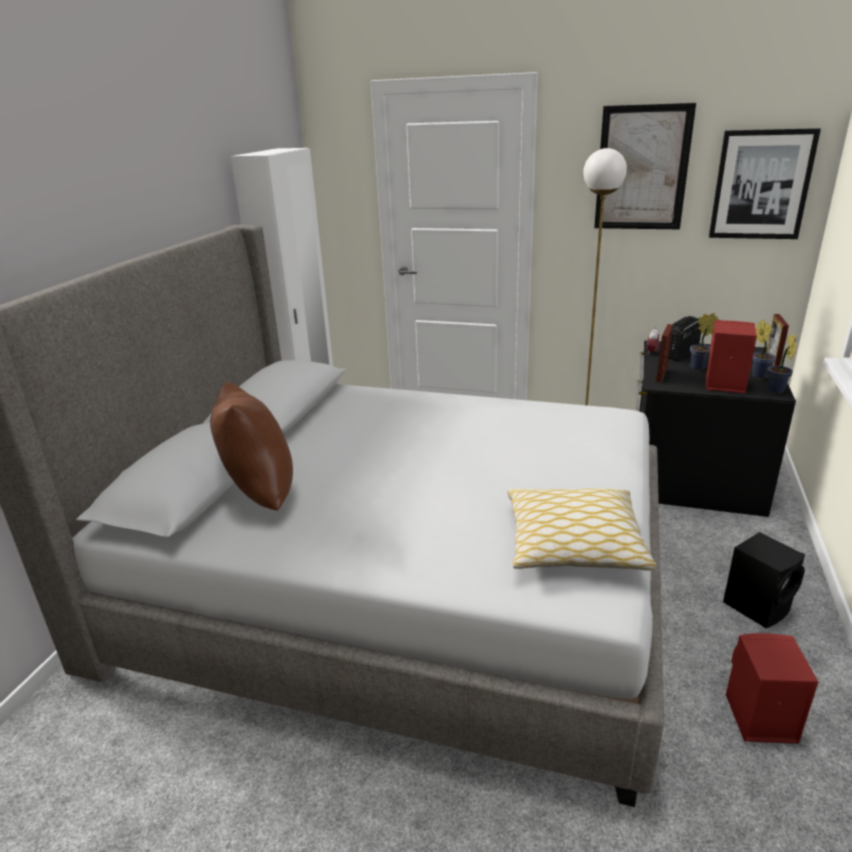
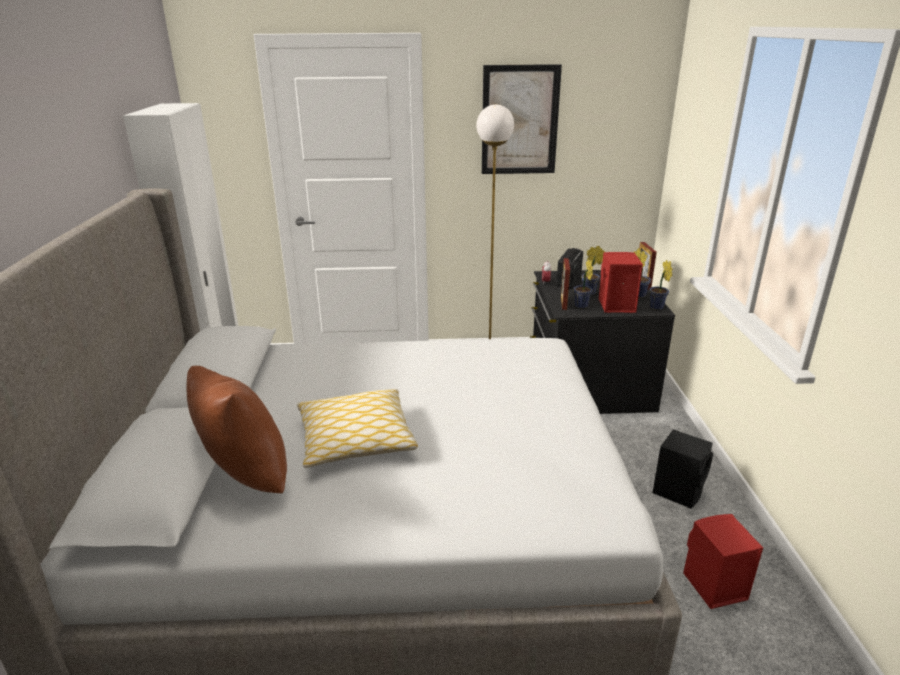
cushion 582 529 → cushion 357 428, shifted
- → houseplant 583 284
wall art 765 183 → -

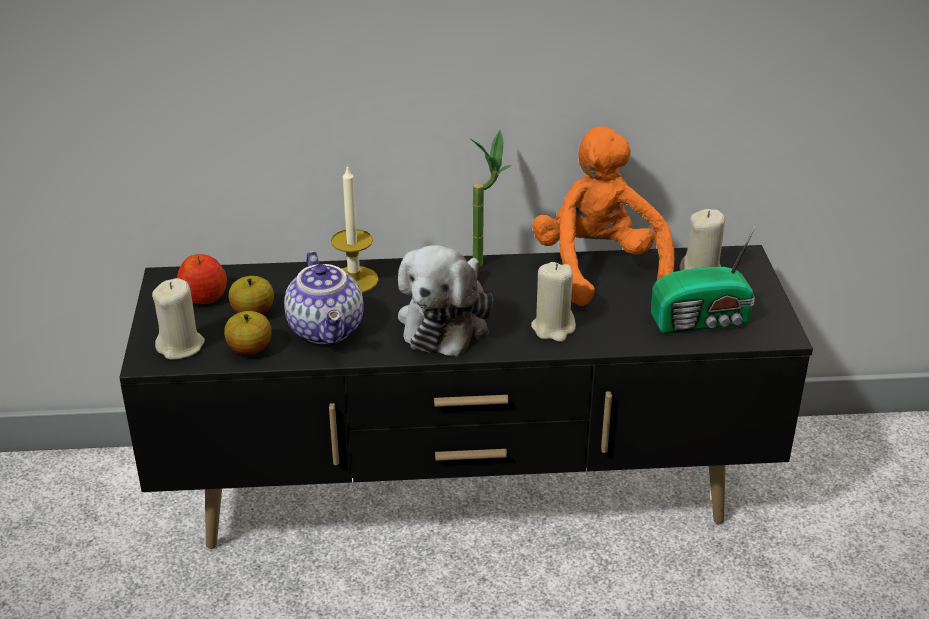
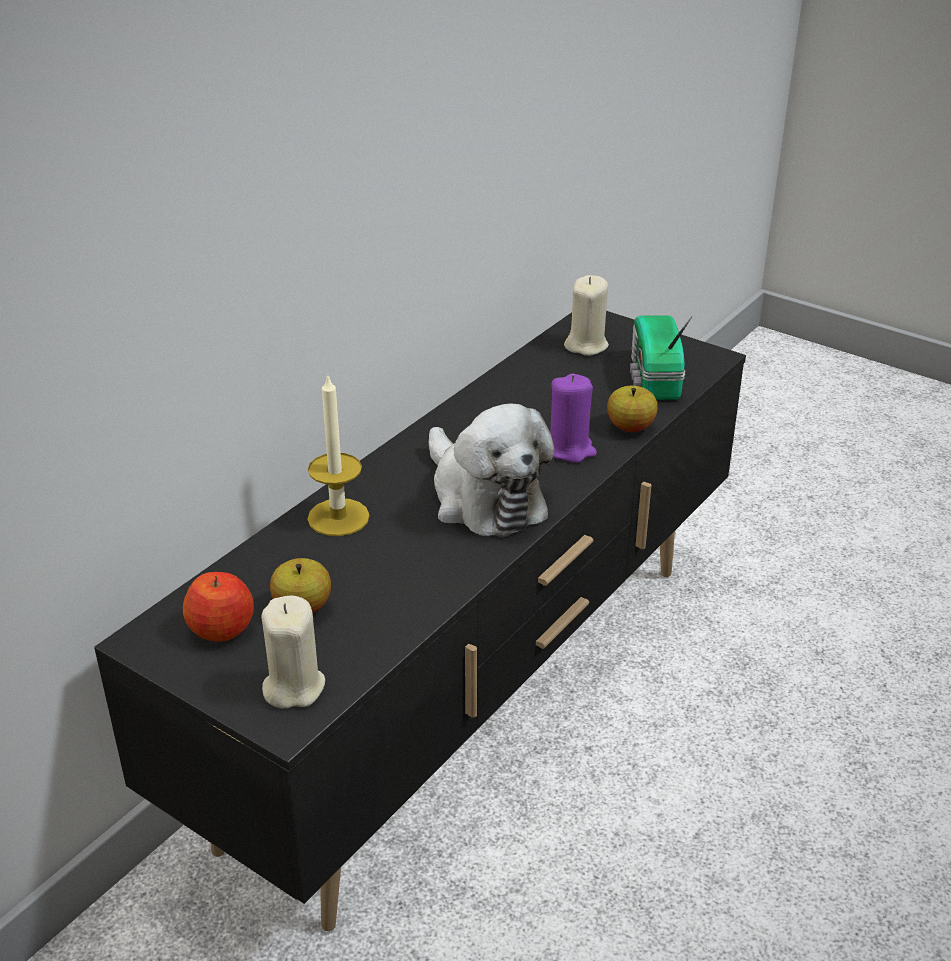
beige wax candle 553 302 → purple wax candle 573 418
apple 248 333 → apple 632 409, shifted
radio receiver 703 279 → radio receiver 661 357, 150 degrees clockwise
tea pot 324 298 → -
houseplant 491 198 → -
orange-coloured soft toy 603 216 → -

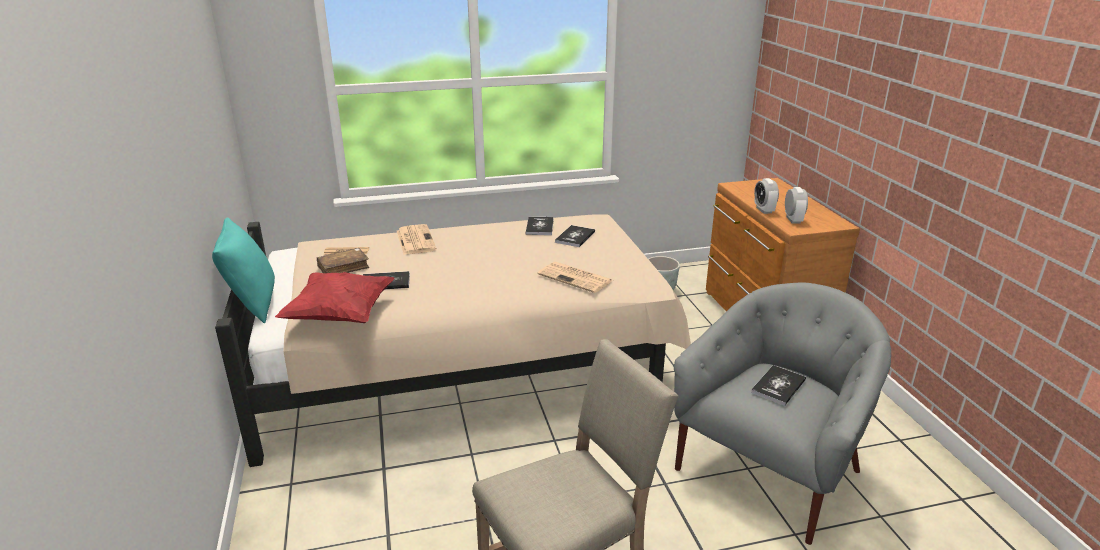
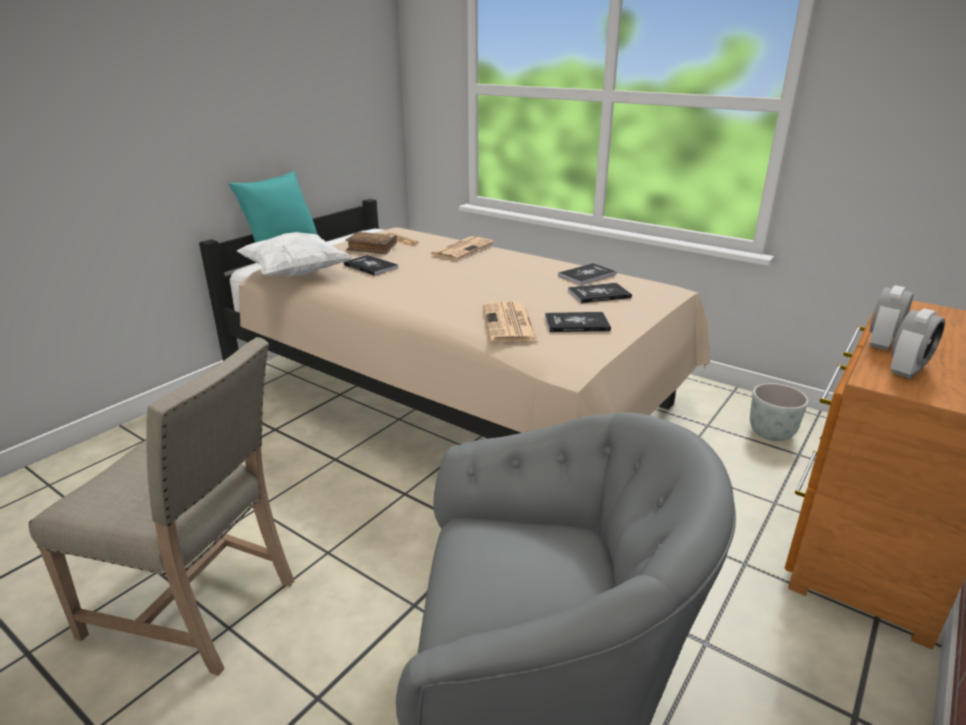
red-coloured cushion 335 297 → whitish cushion 294 254
book 778 385 → book 578 322, shifted

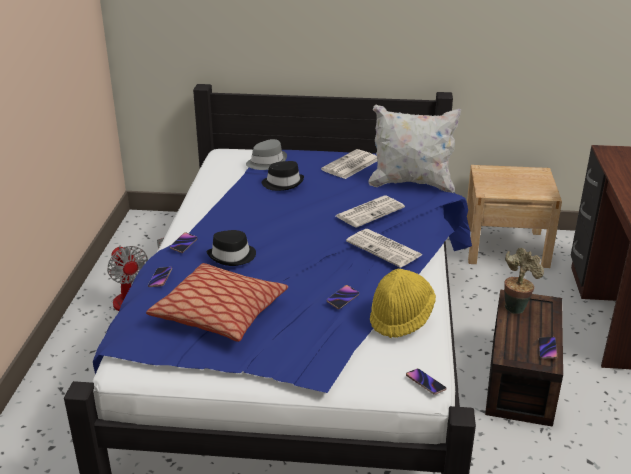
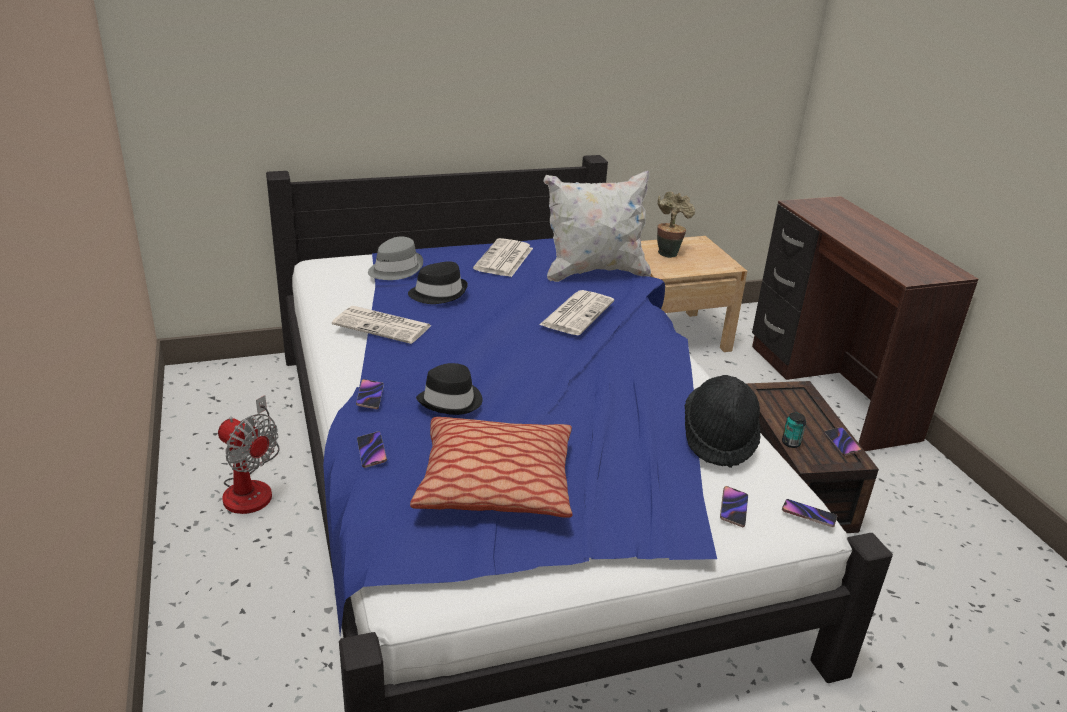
daily paper 384 248 → daily paper 382 325, shifted
houseplant 524 281 → houseplant 676 224, shifted
yellow-coloured hat 403 303 → blackish hat 722 421
telephone 342 297 → telephone 734 506, shifted
- → can 794 430

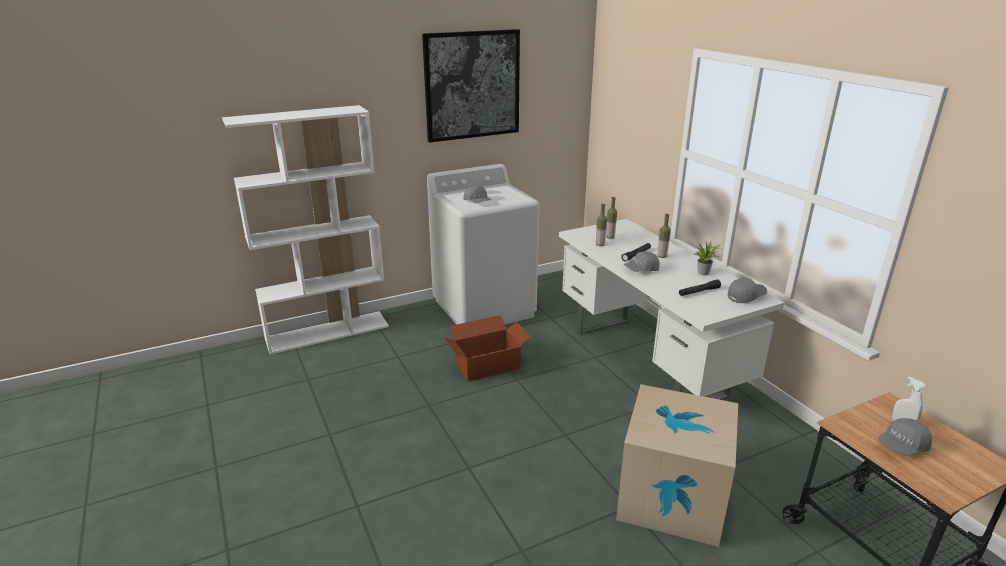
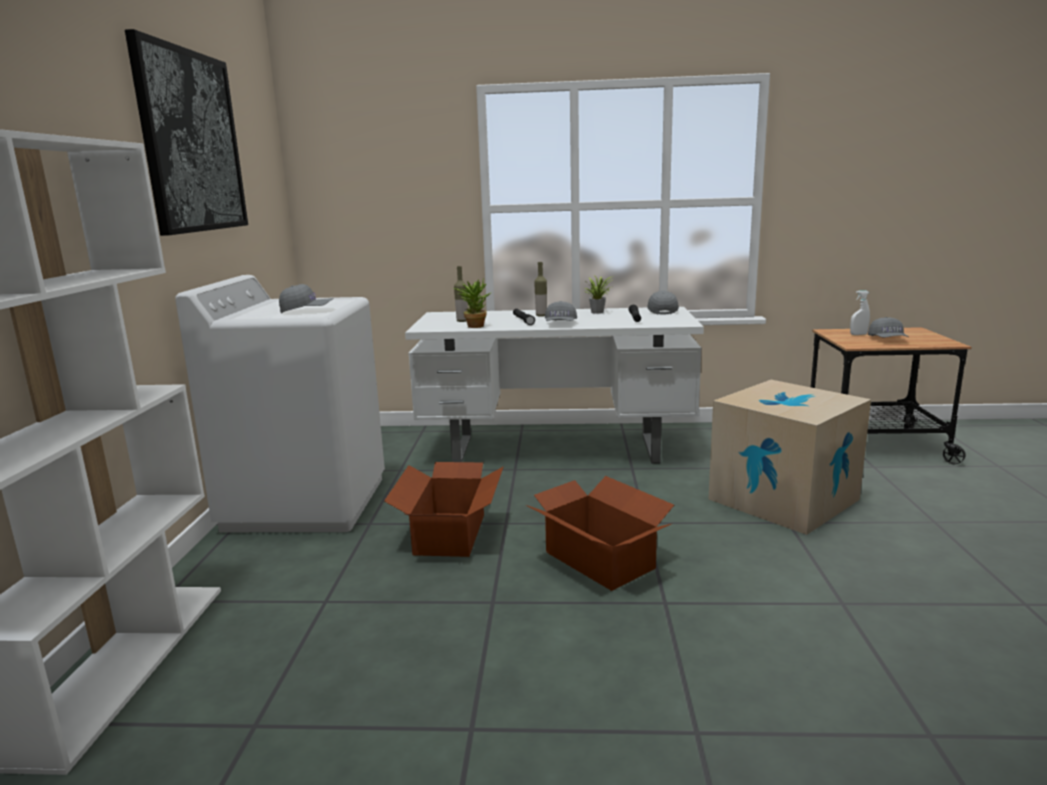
bottle 601 225 → houseplant 471 302
- → carton 600 533

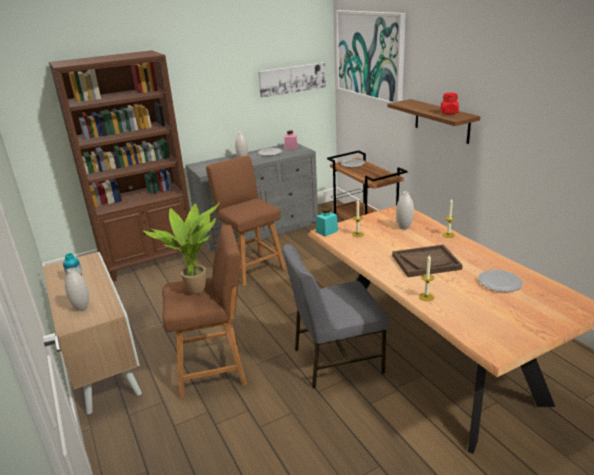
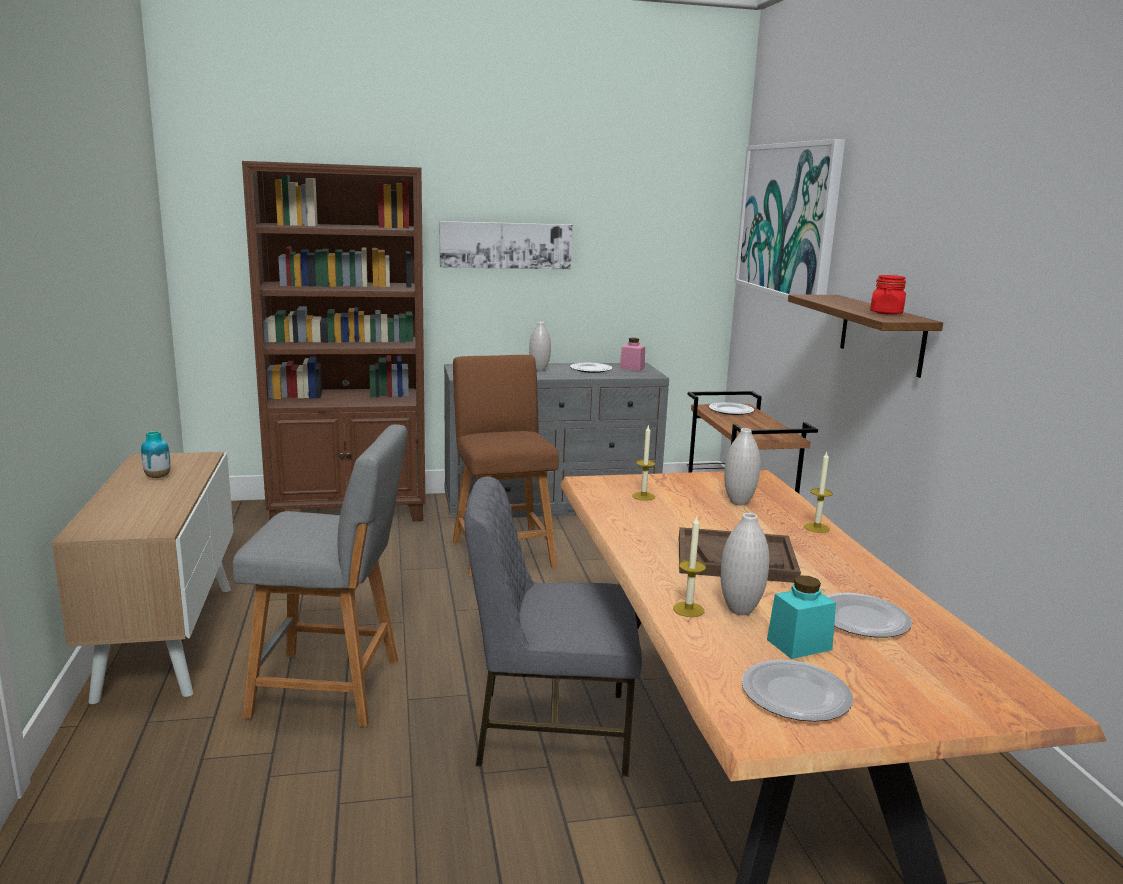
brown-coloured stool 204 311 → greyish stool 320 575
wall art 292 80 → wall art 506 245, shifted
whitish vase 77 289 → whitish vase 745 564, shifted
- → dinner plate 797 691
turquoise-coloured jar 327 222 → turquoise-coloured jar 801 617, shifted
houseplant 181 248 → -

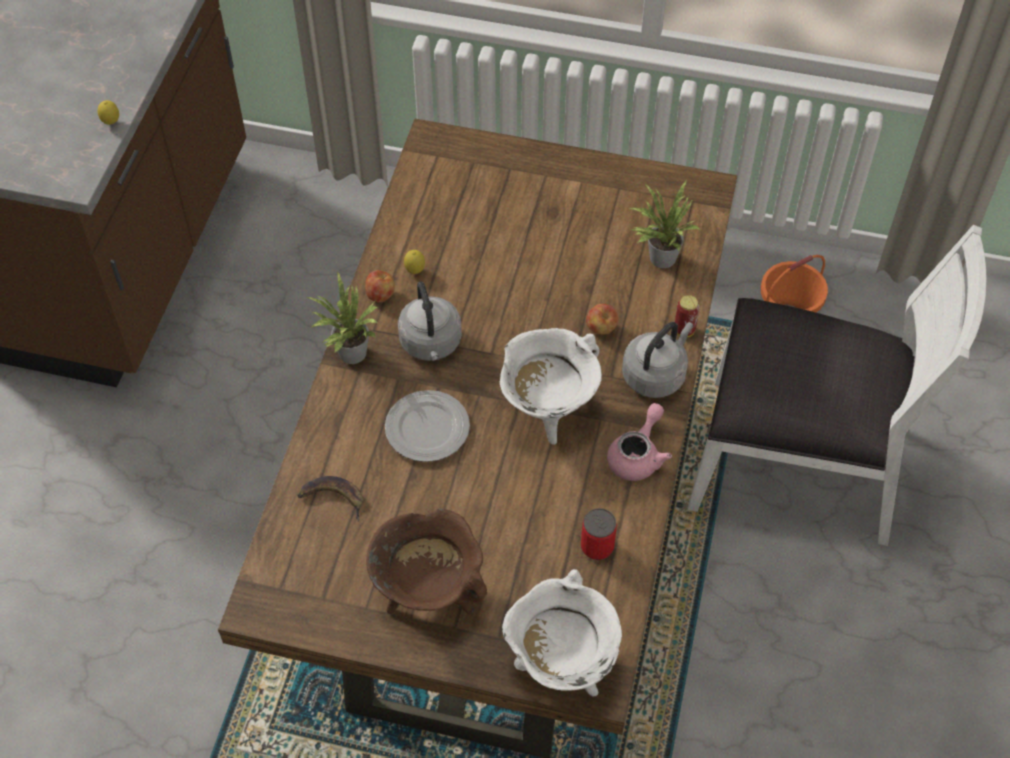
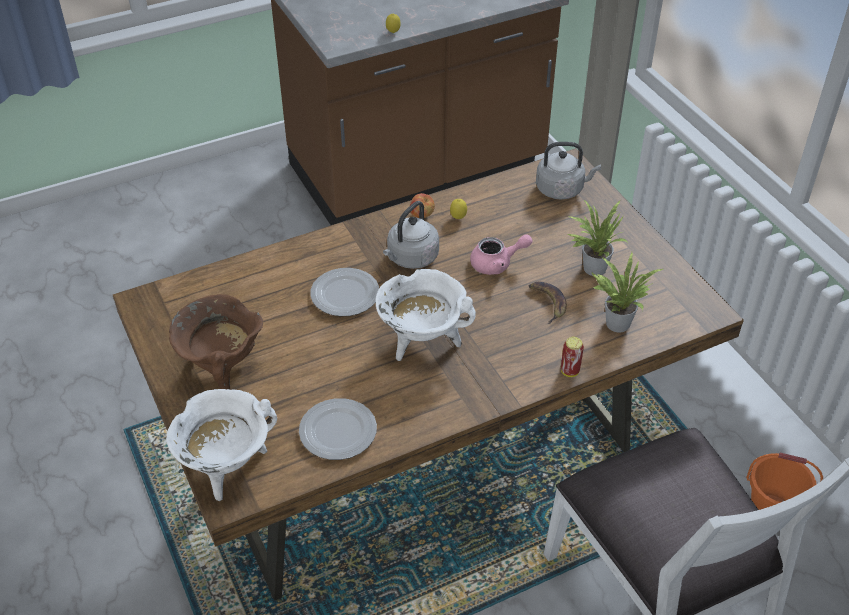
can 599 534 → dinner plate 338 429
pinkish tea pot 639 442 → pinkish tea pot 501 254, shifted
banana fruit 330 498 → banana fruit 547 303, shifted
greyish tea kettle 657 360 → greyish tea kettle 568 170, shifted
houseplant 342 317 → houseplant 597 238, shifted
apple 602 319 → -

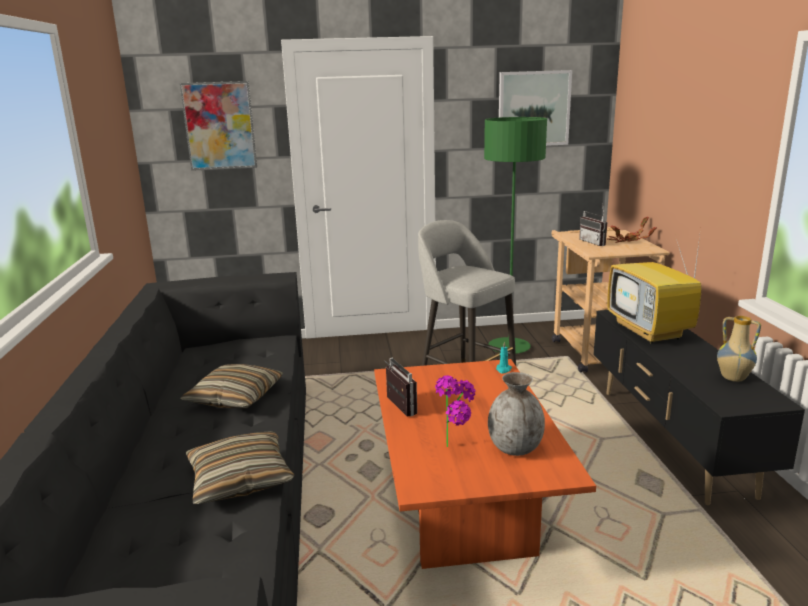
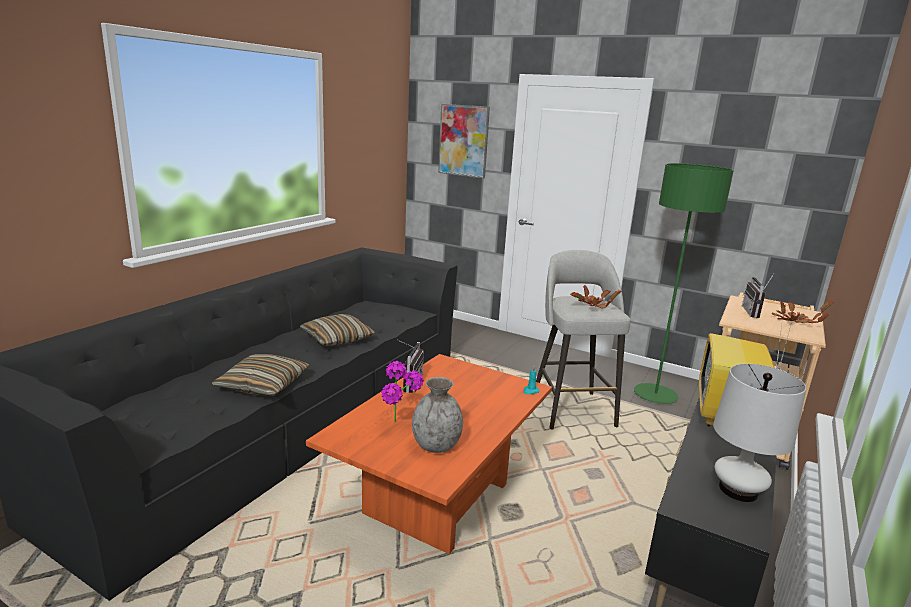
- → houseplant 595 296
vase 739 349 → whitish tabletop lamp 759 433
wall art 535 108 → -

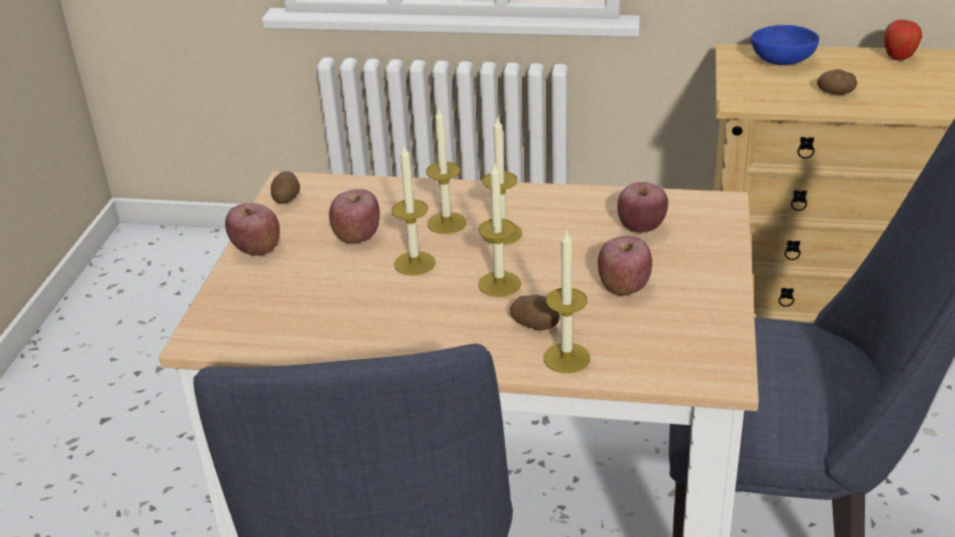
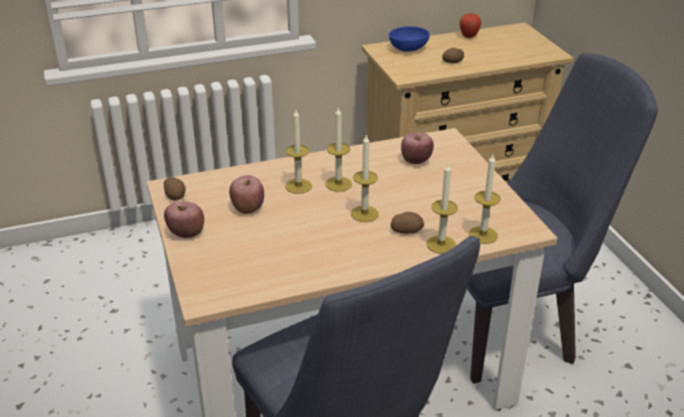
wax candle 414 211 → wax candle 484 199, shifted
apple 625 266 → -

